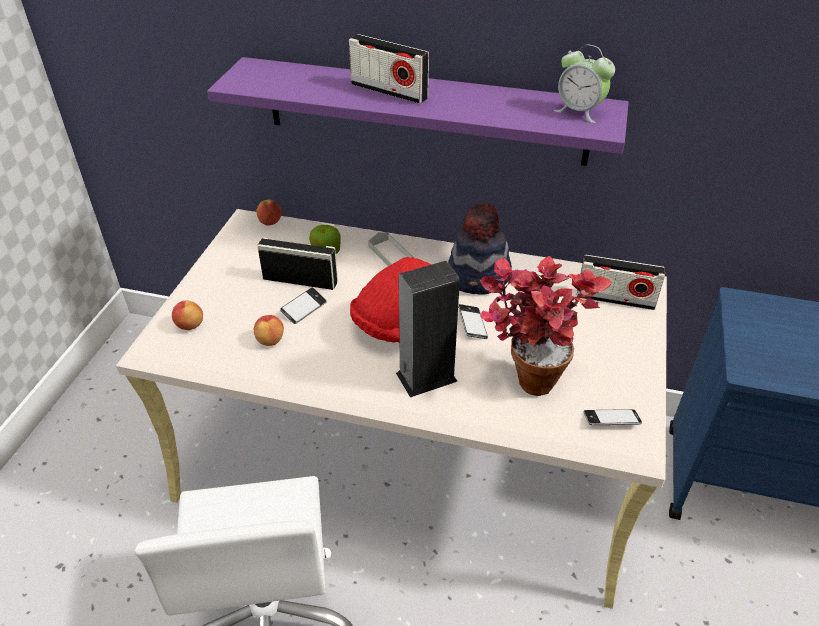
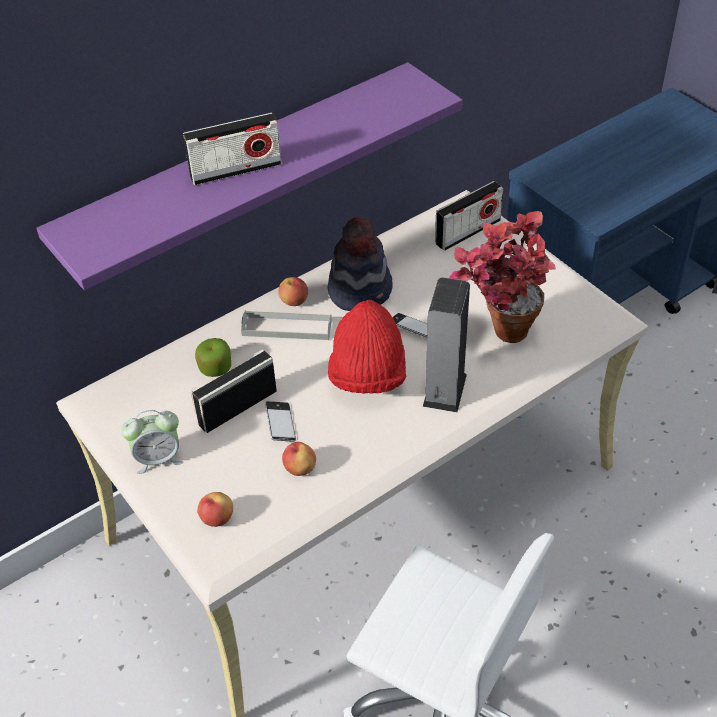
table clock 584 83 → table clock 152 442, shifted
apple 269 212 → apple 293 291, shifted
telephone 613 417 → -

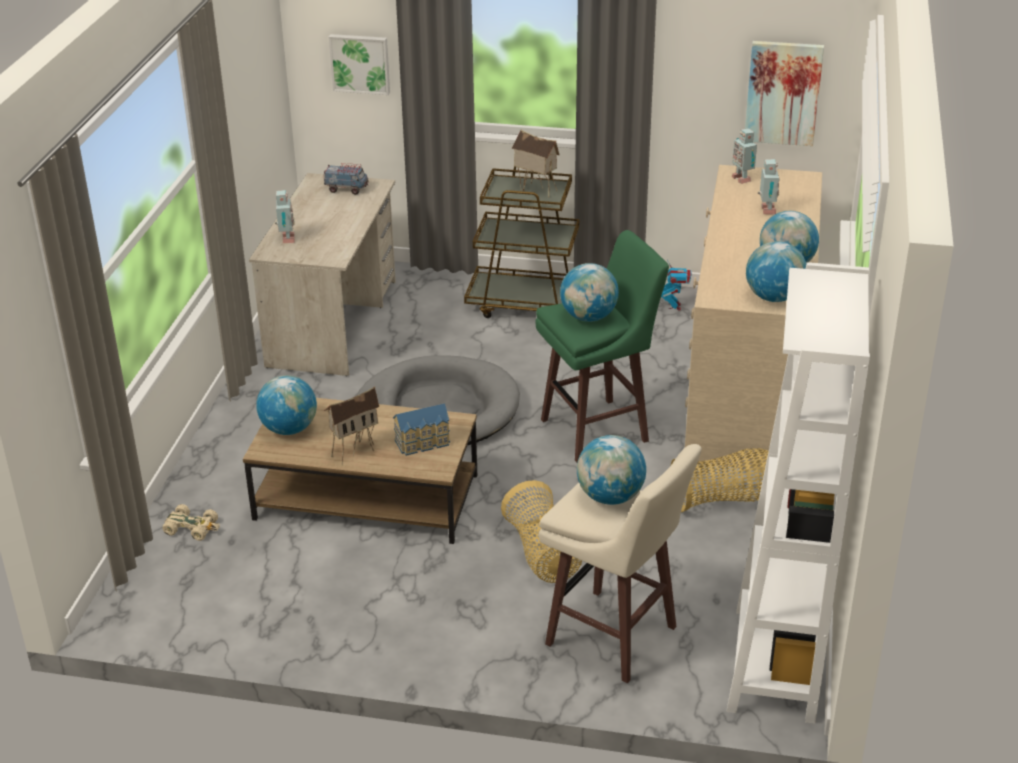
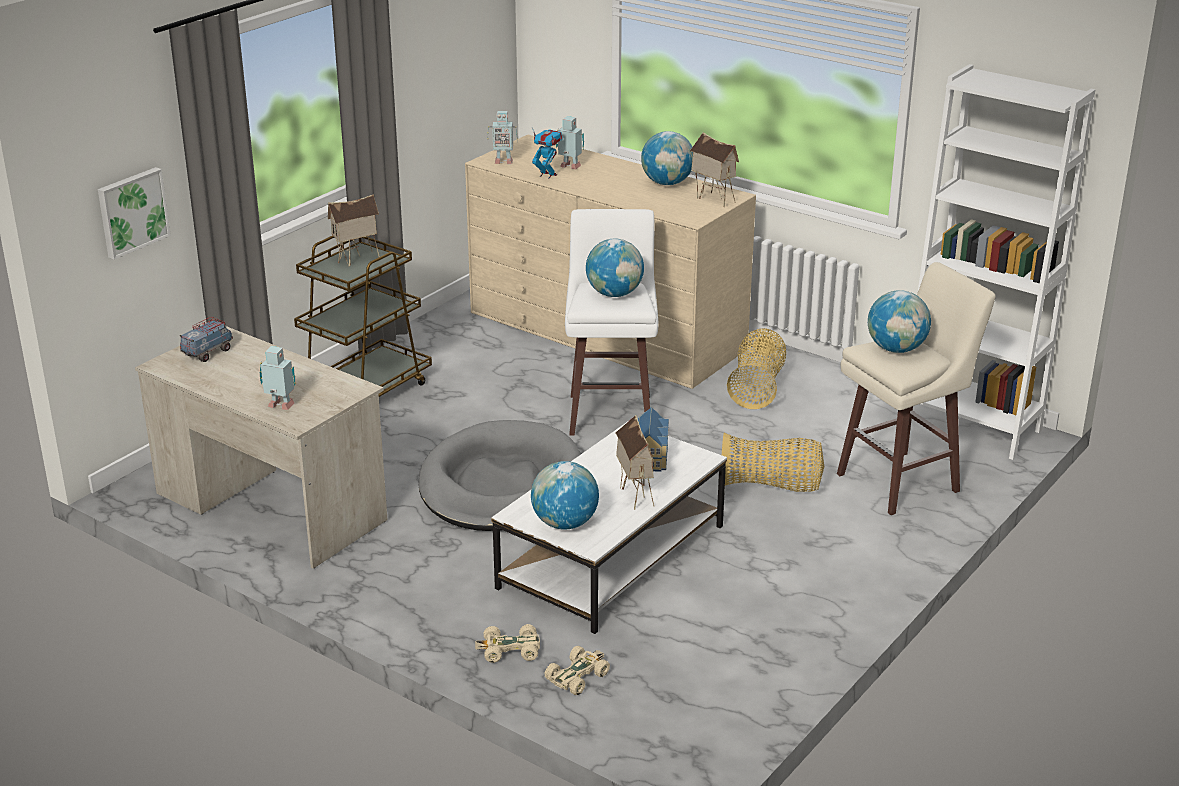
- → beige model car 507 643
brown-coloured low table 360 471 → whitish low table 609 528
model robot 676 285 → model robot 547 153, shifted
green stool 602 346 → whitish stool 612 322
world globe 776 271 → toy house 714 169
wall art 784 93 → -

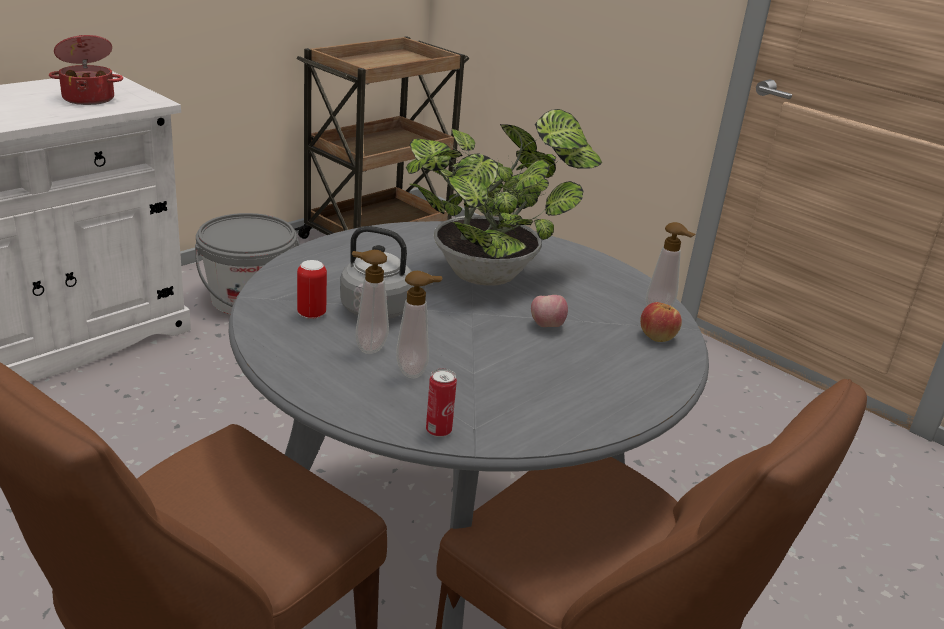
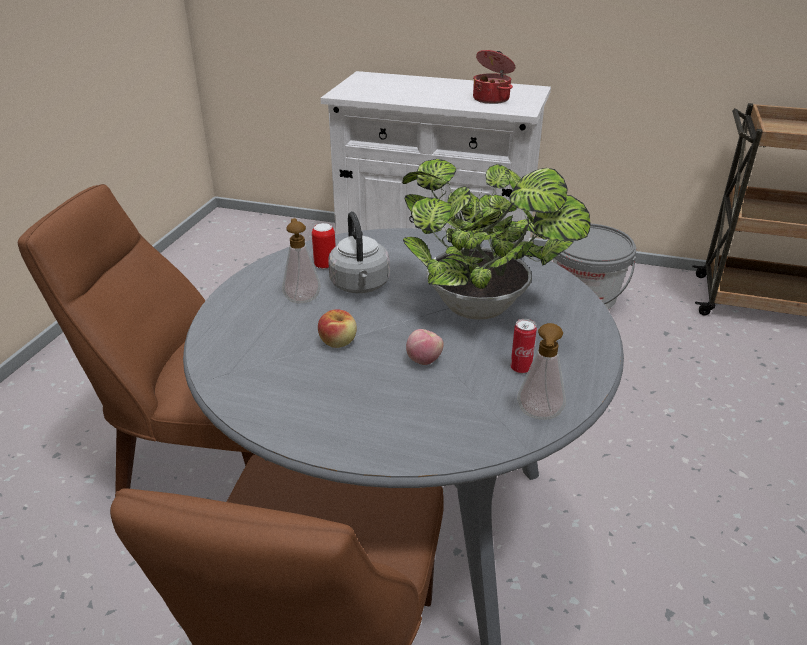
apple 661 322 → apple 337 328, shifted
can 441 402 → can 524 346, shifted
liquid soap bottle 419 324 → -

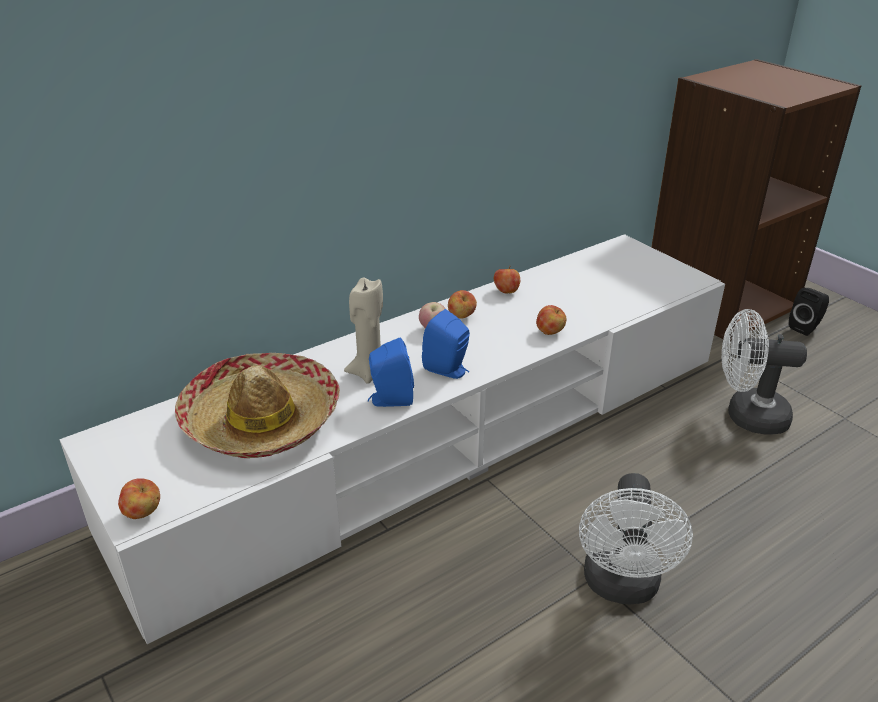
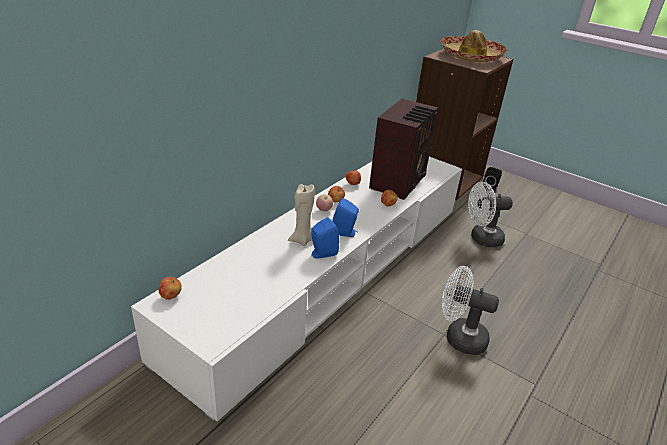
apple 139 498 → apple 170 288, shifted
- → radio receiver 403 149
hat 257 405 → hat 474 46, shifted
whitish cooling fan 636 538 → whitish cooling fan 470 310, 120 degrees clockwise

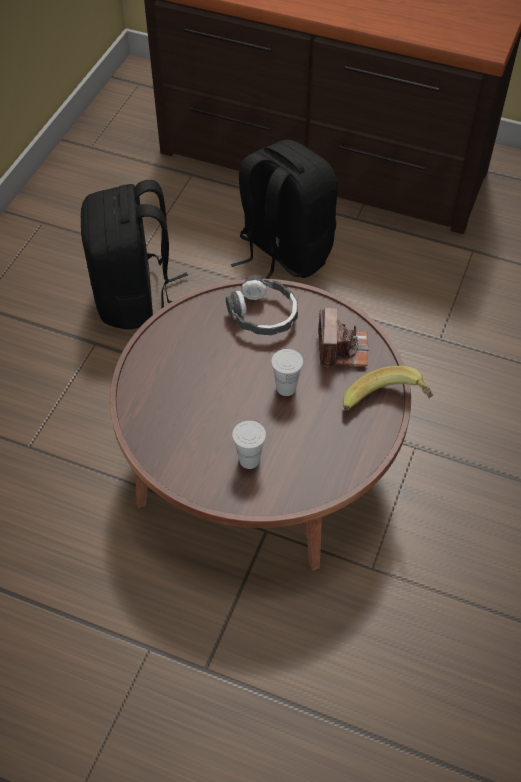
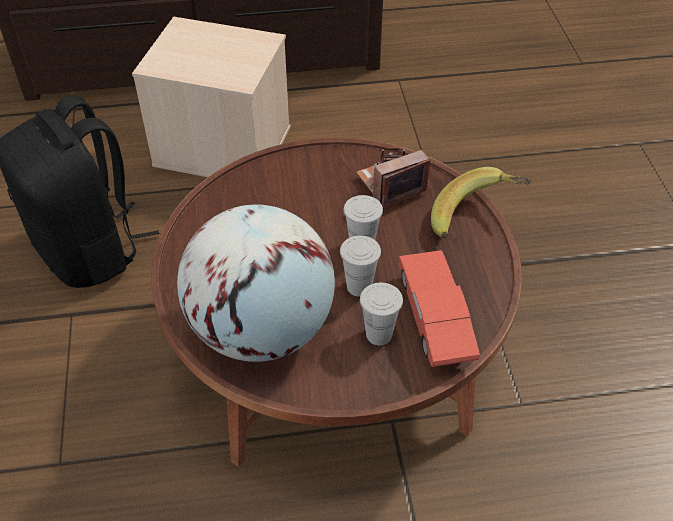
blackish rucksack 284 209 → beige storage container 211 97
- → world globe 256 283
- → whitish small cup 360 266
photo camera 343 338 → photo camera 393 178, 90 degrees counterclockwise
- → red-coloured model car 439 308
pair of headphones 262 305 → -

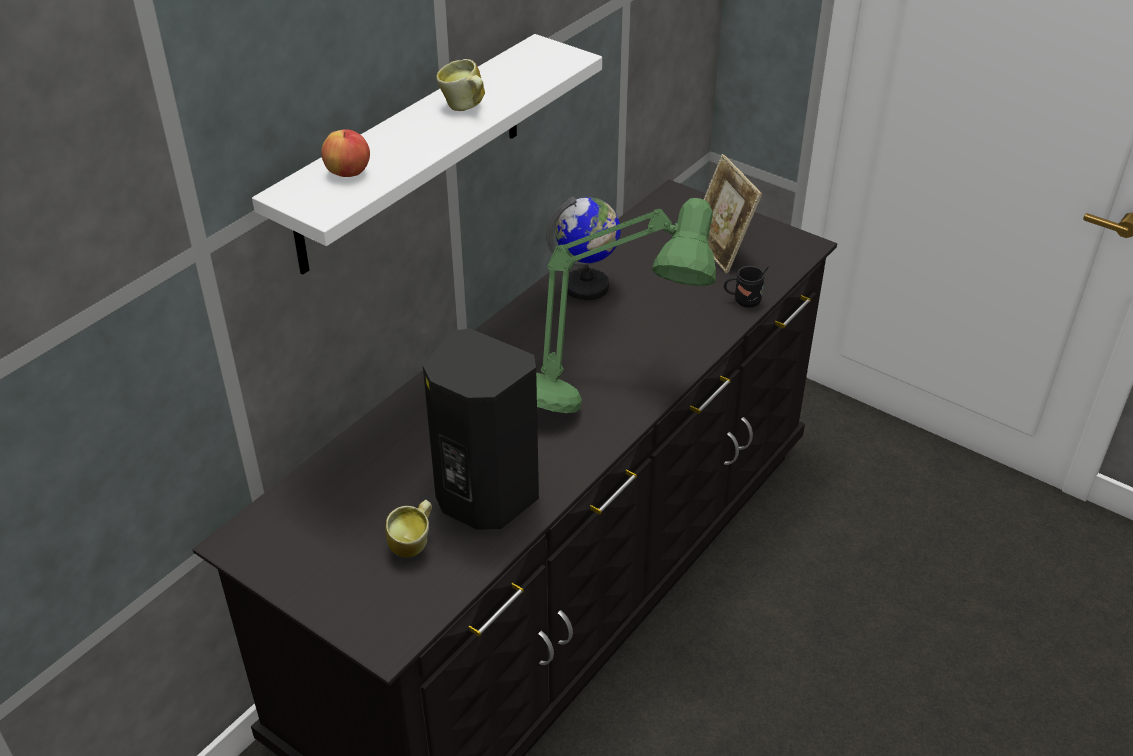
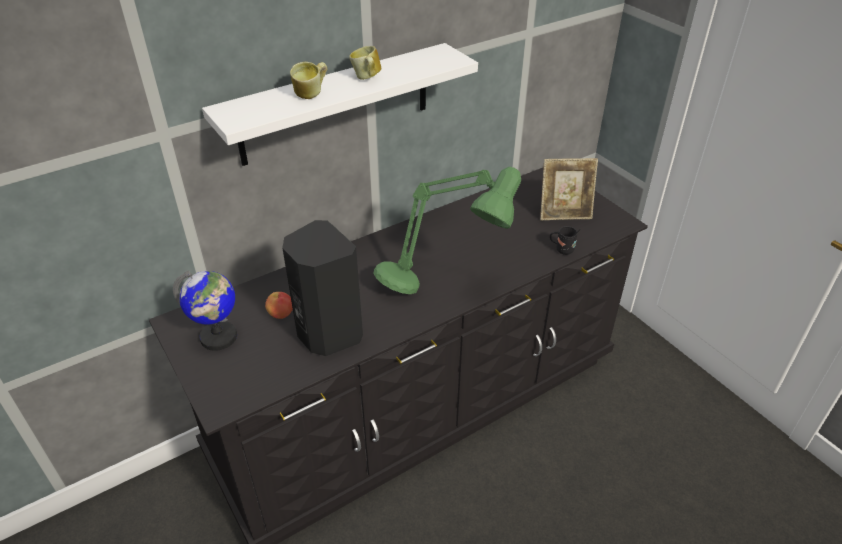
world globe 583 248 → world globe 205 311, shifted
apple 345 153 → apple 279 305, shifted
tea mug 408 529 → tea mug 308 80, shifted
picture frame 733 214 → picture frame 569 189, 90 degrees counterclockwise

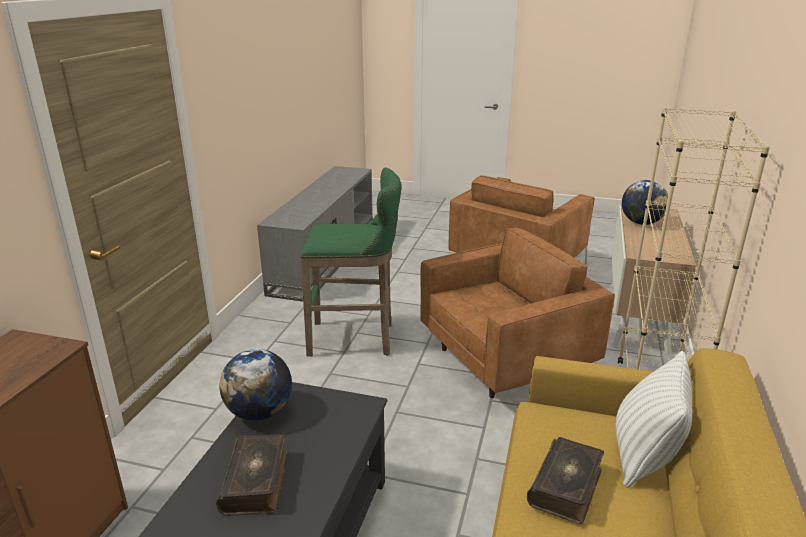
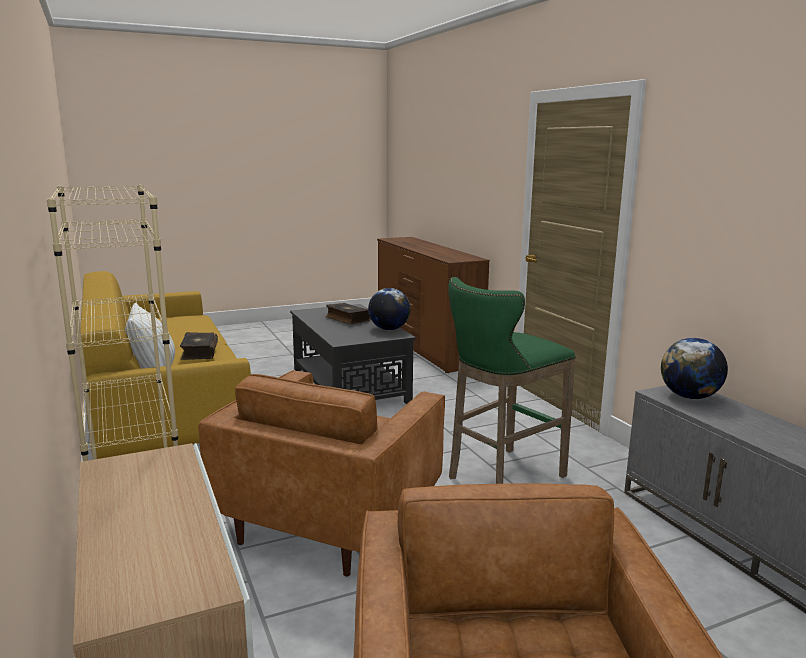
world globe 645 202 → world globe 694 368, shifted

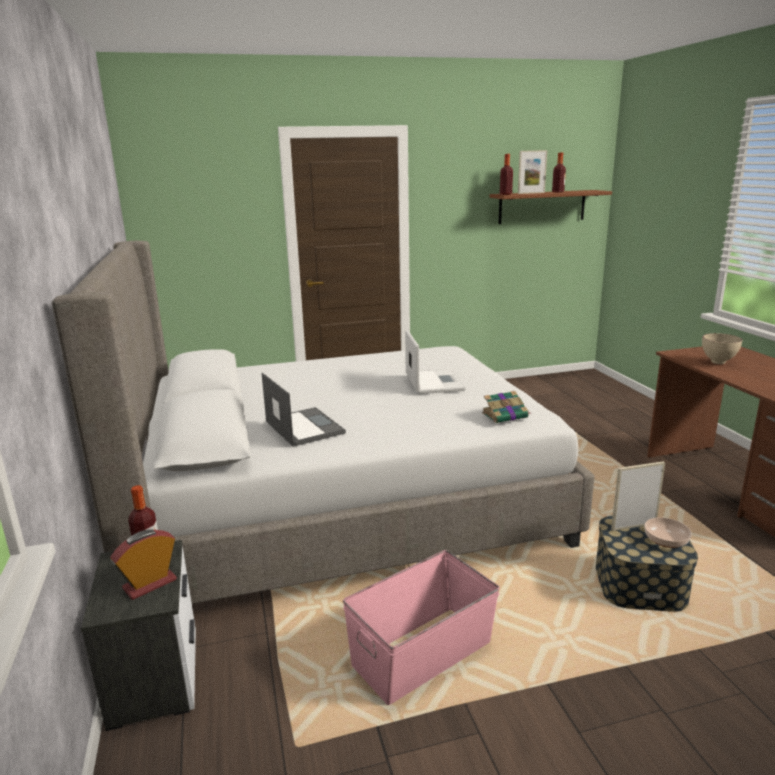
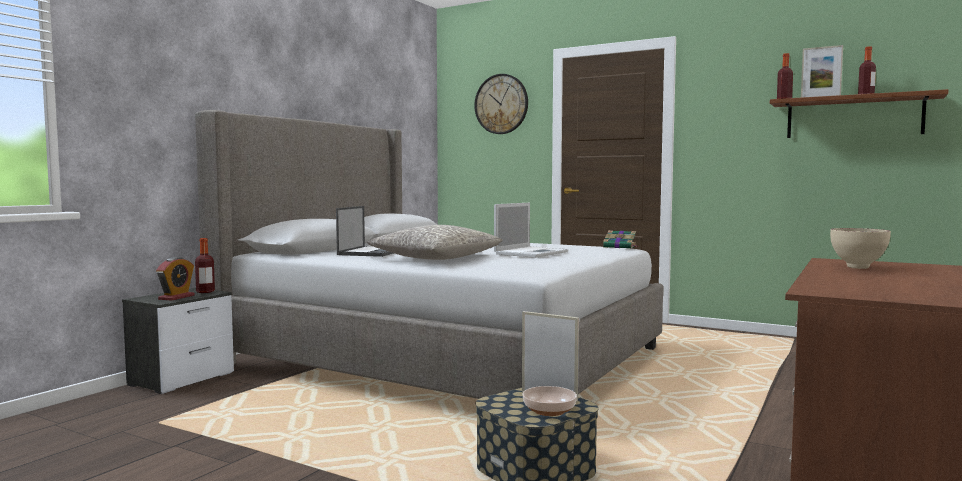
table clock 143 564 → table clock 175 279, 105 degrees clockwise
- → greyish cushion 434 242
- → wall clock 501 104
book 506 407 → book 621 239, shifted
pinkish storage container 421 627 → -

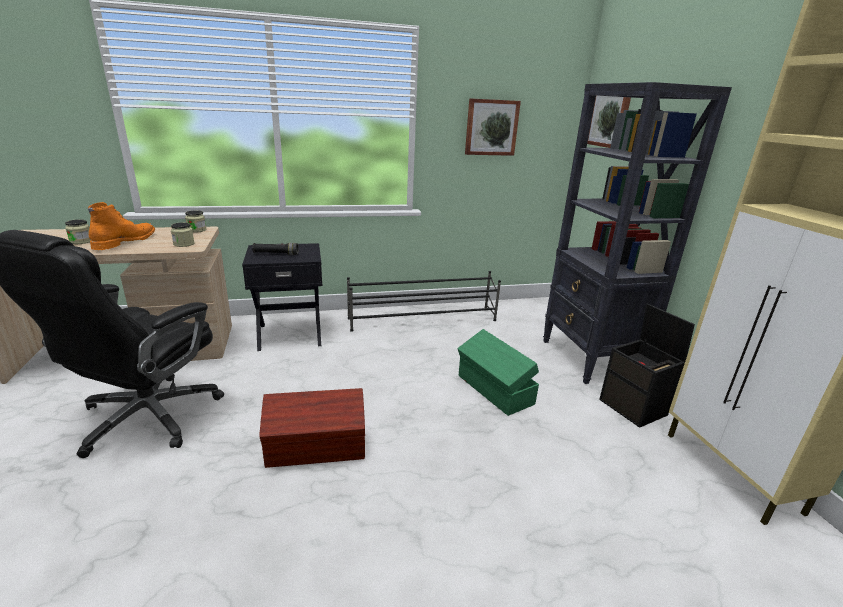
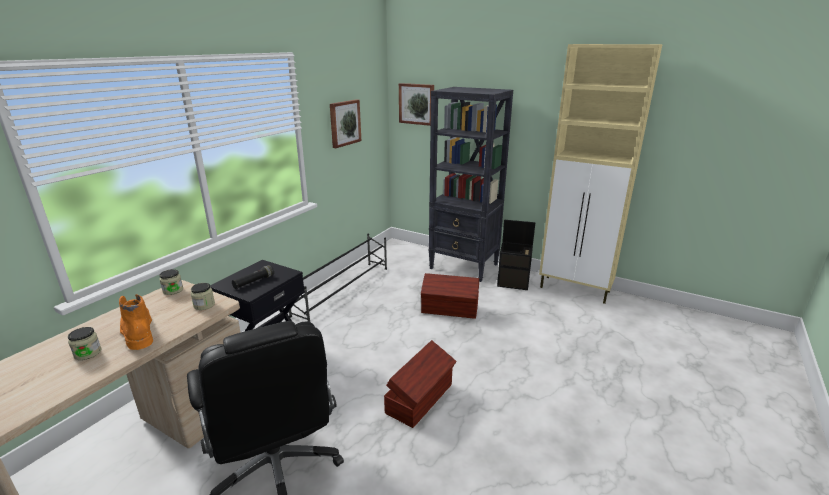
green storage container 498 372 → brown-coloured storage container 450 296

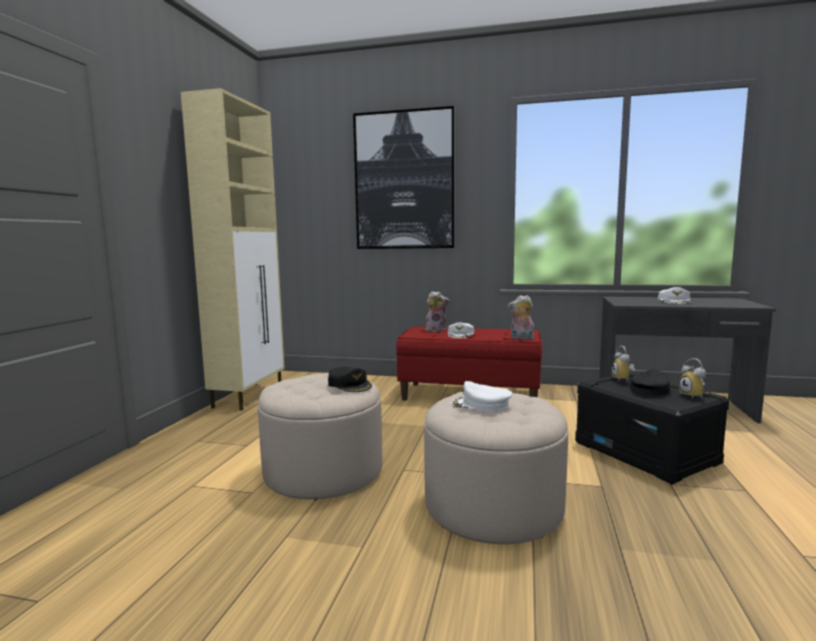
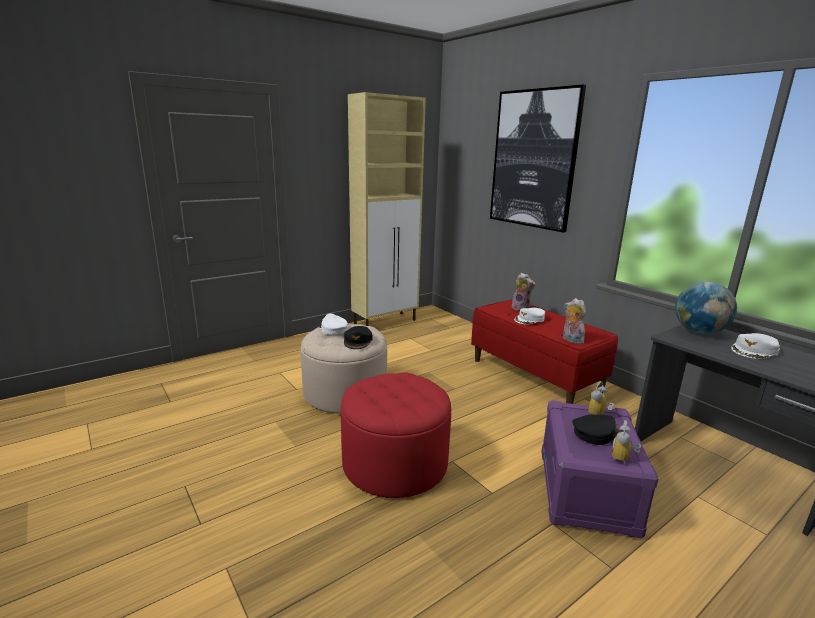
whitish peaked cap 481 396 → whitish peaked cap 333 324, shifted
beige footrest 496 468 → red-coloured footrest 396 435
blackish storage container 652 428 → purple storage container 600 469
- → world globe 706 308

